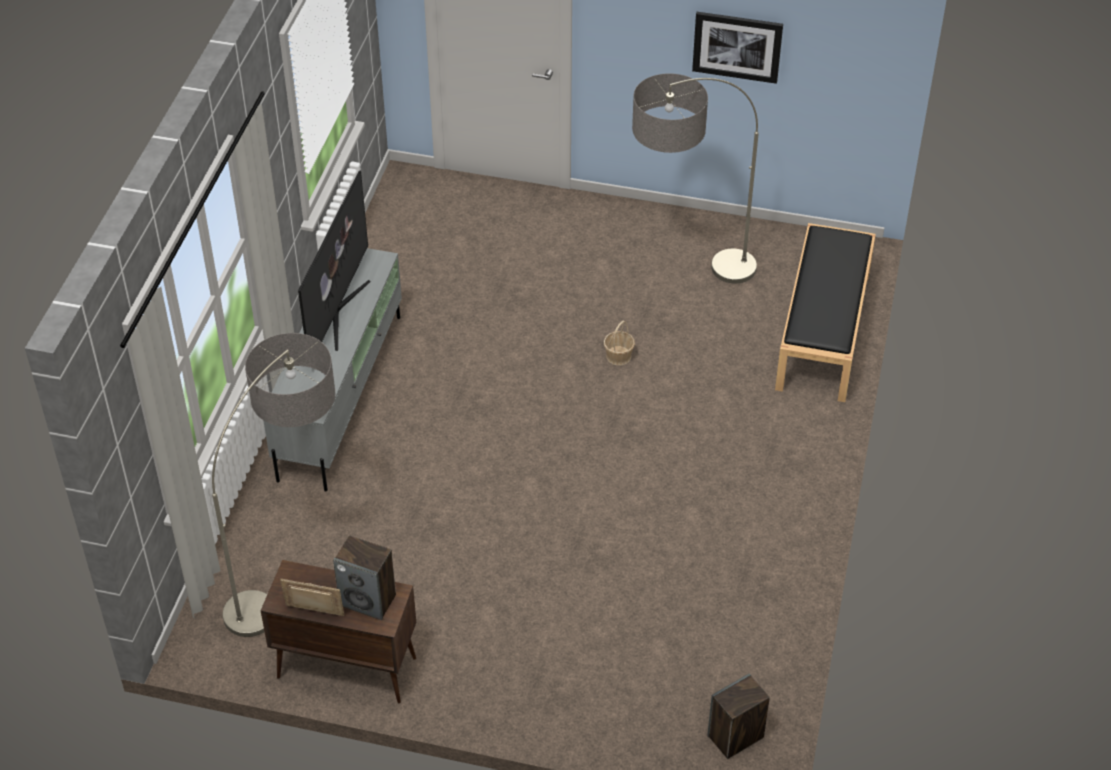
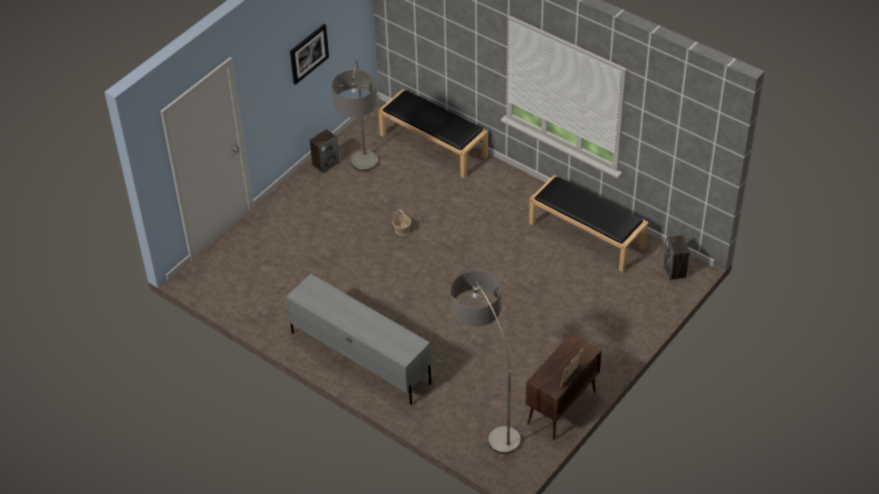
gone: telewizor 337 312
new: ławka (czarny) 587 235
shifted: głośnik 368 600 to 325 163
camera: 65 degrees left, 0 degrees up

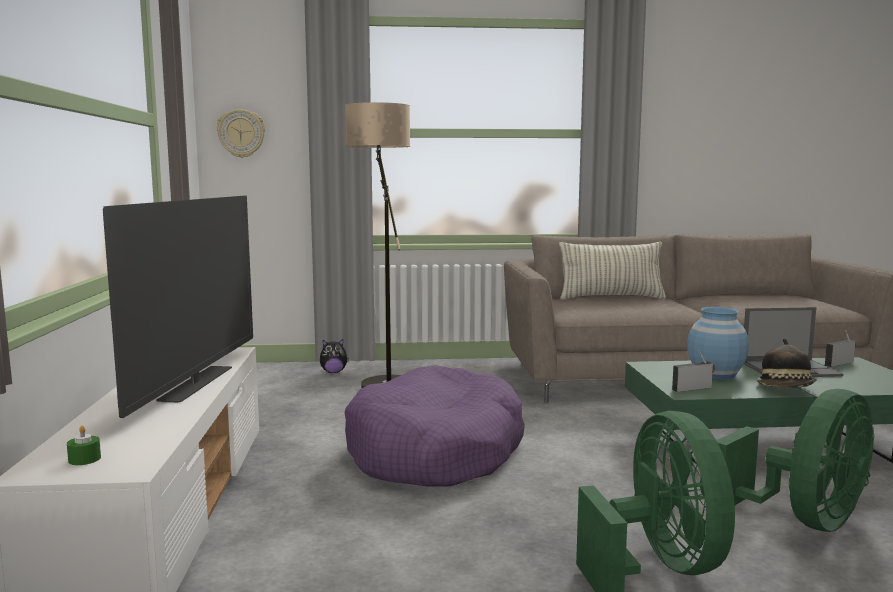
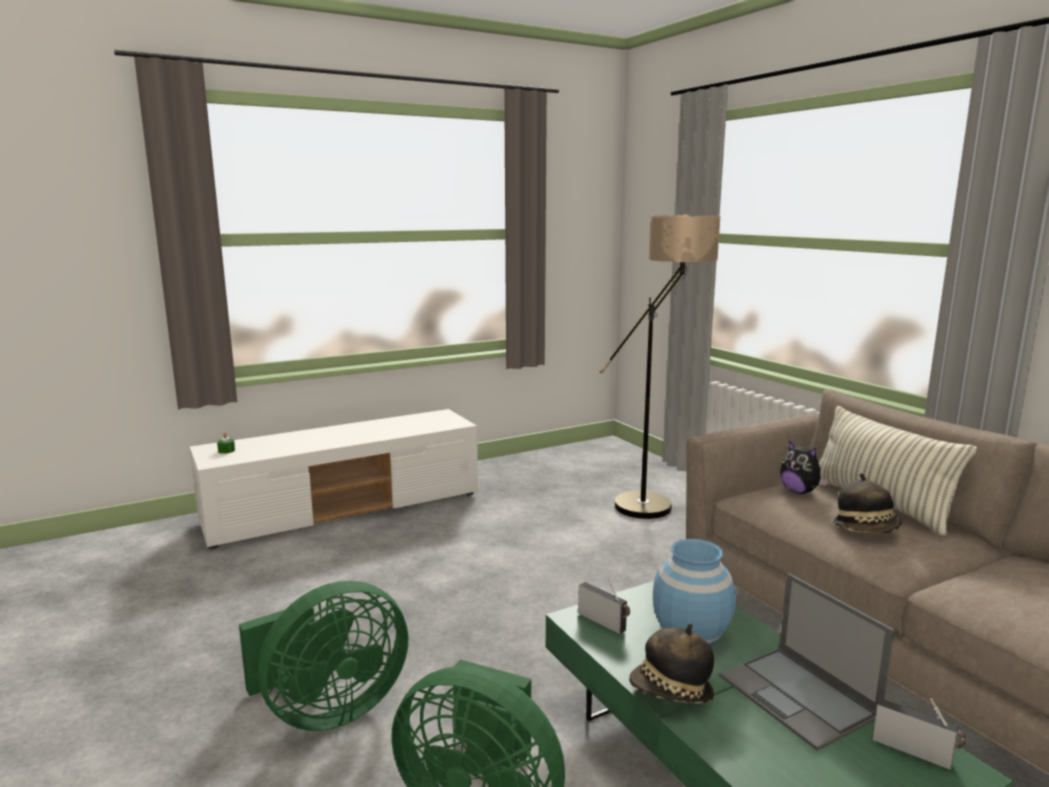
gone: telewizor 197 384; zegar ścienny 241 133; legowisko (fioletowy) 435 451
new: kapelusz 866 529
shifted: pluszak 333 372 to 799 491
camera: 65 degrees right, 5 degrees up

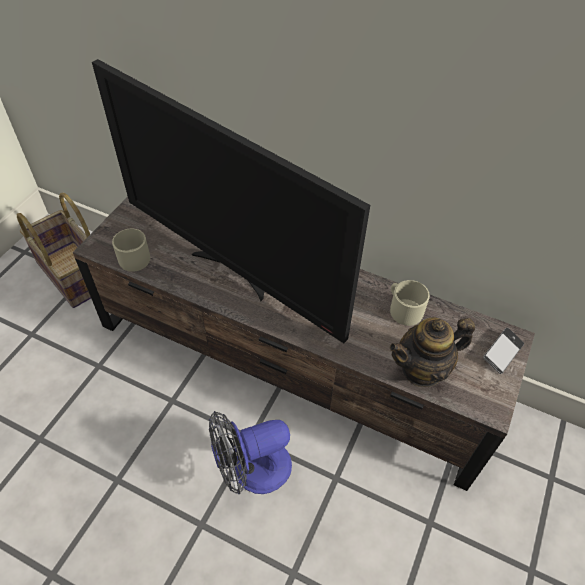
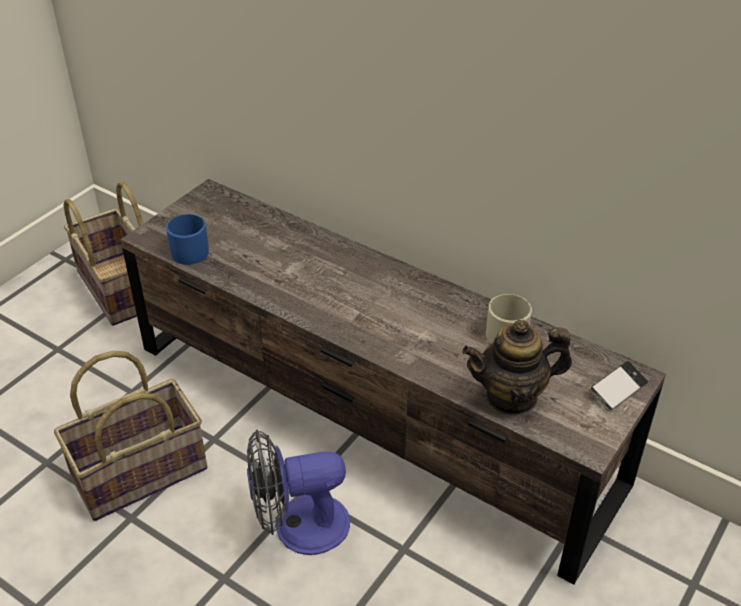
gone: telewizor 233 271
new: koszyk 139 471
repainted: kubek (beżowy) 131 257 to kubek (niebieski) 186 250
camera: 10 degrees right, 10 degrees down

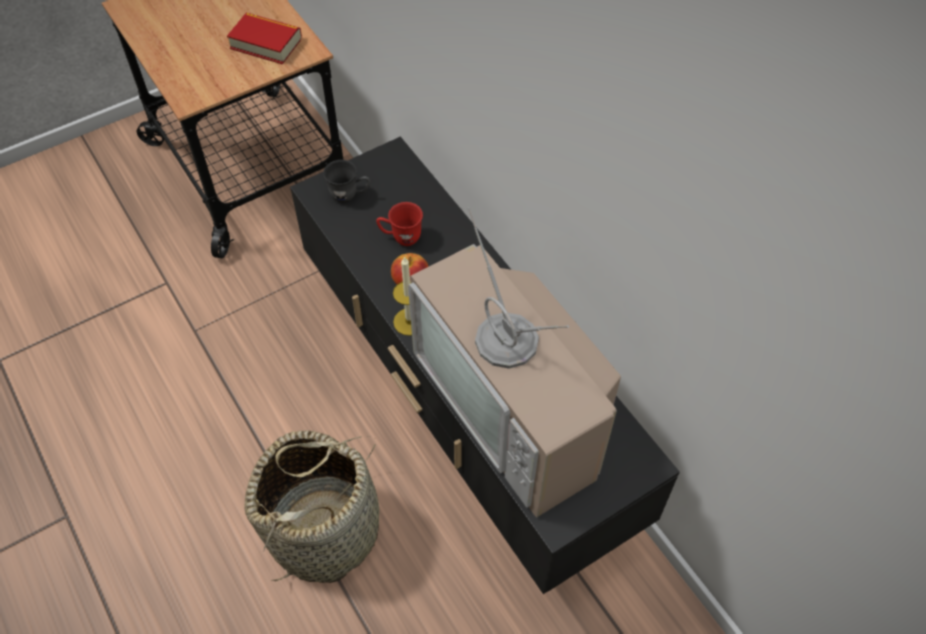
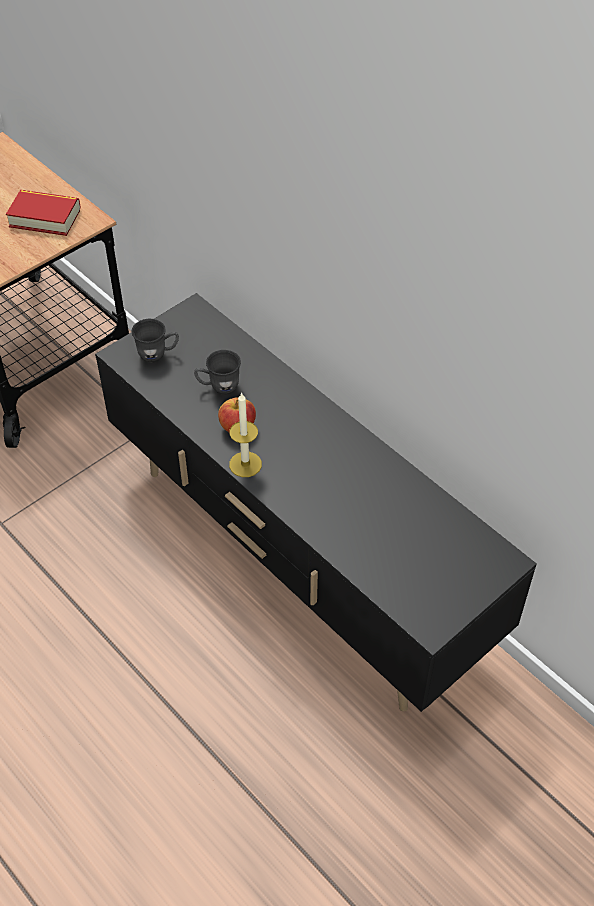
gone: koszyk 325 529; telewizor 516 407
repainted: kubek (czerwony) 401 237 to kubek (szary) 218 387
camera: 10 degrees left, 5 degrees down

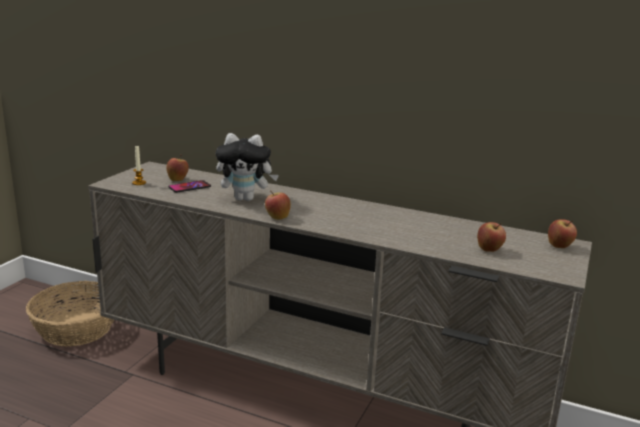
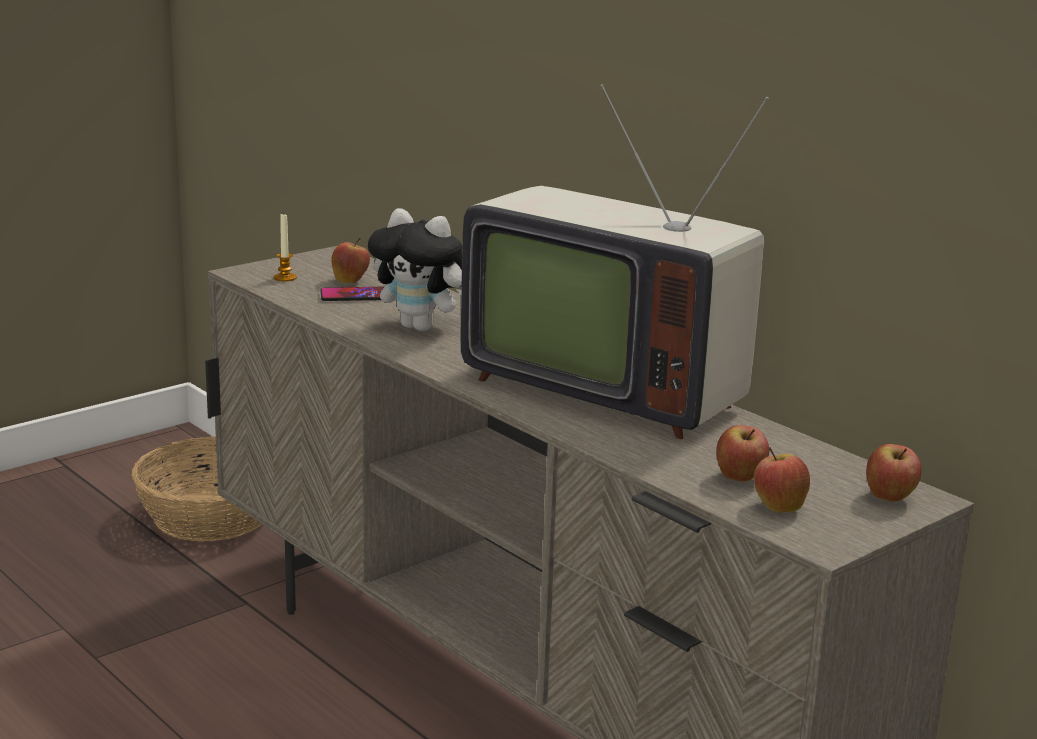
new: telewizor 605 388
shifted: jabłko 277 217 to 778 507
camera: 25 degrees right, 0 degrees up

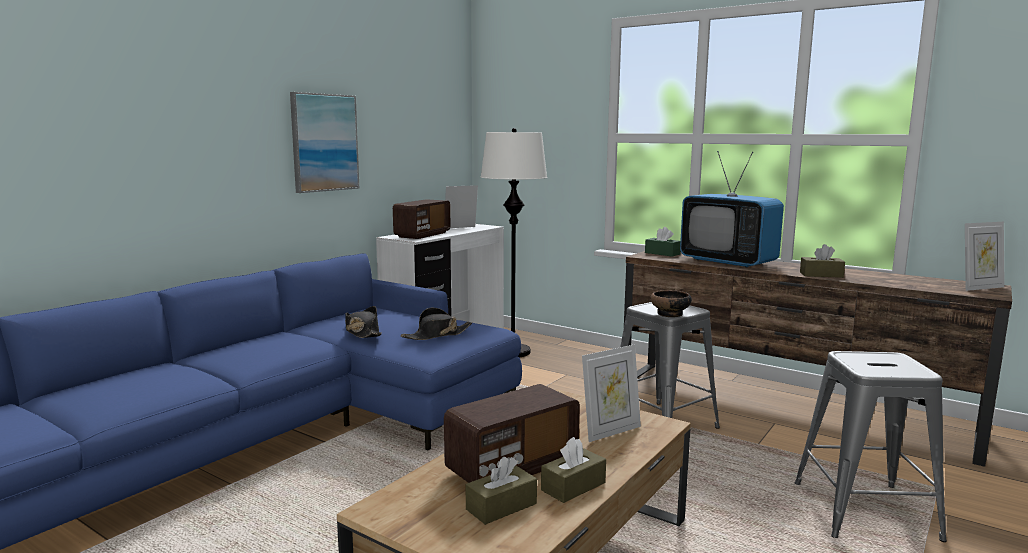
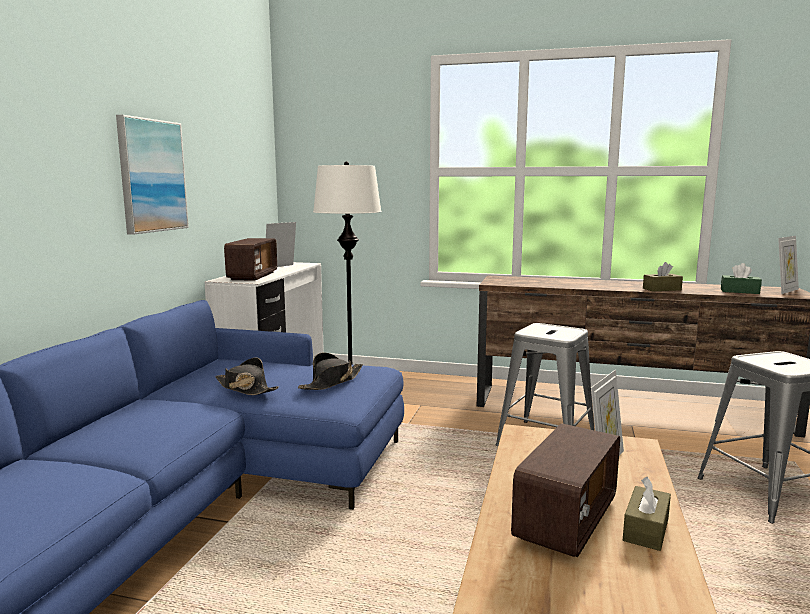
gone: pudełko chusteczek (brązowy) 501 506; miska 670 314; telewizor 728 262
shifted: pudełko chusteczek (zielony) 662 253 to 739 291
camera: 20 degrees left, 0 degrees up

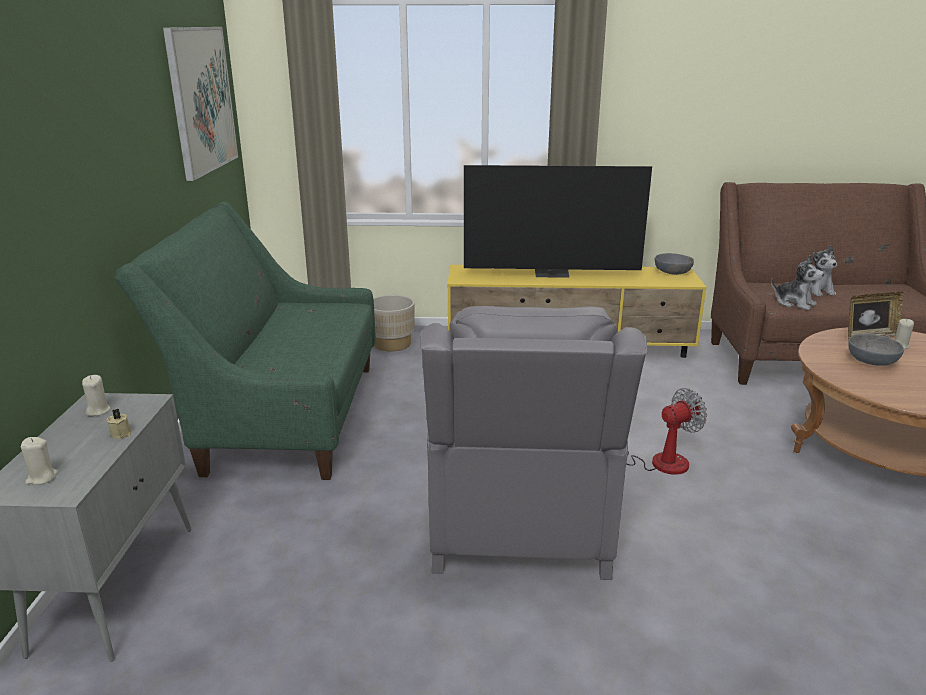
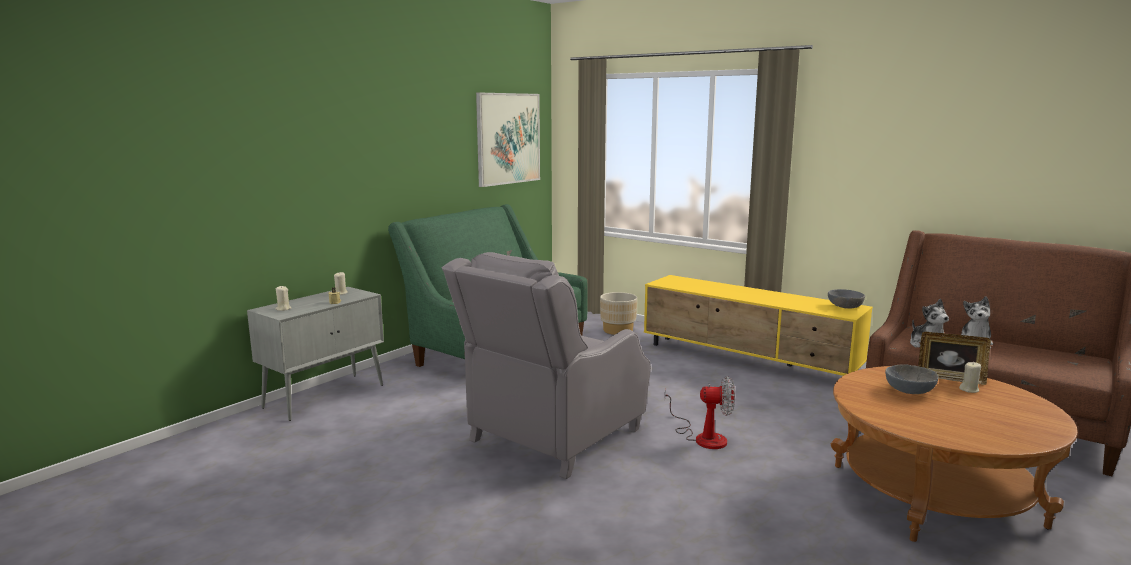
gone: telewizor 552 273
camera: 35 degrees right, 10 degrees down

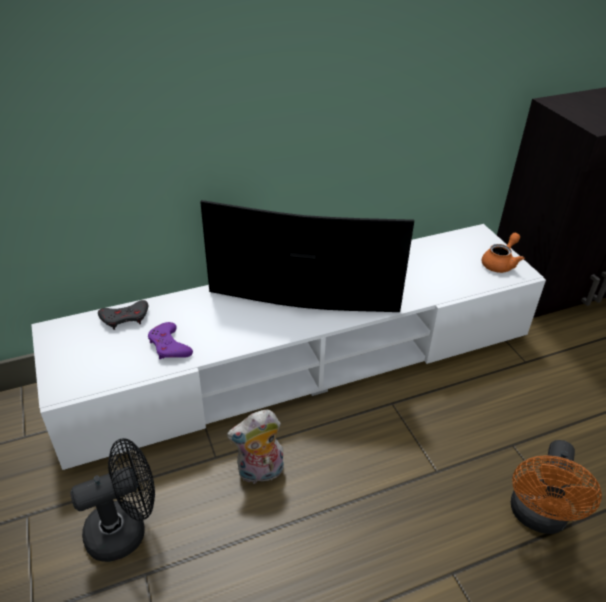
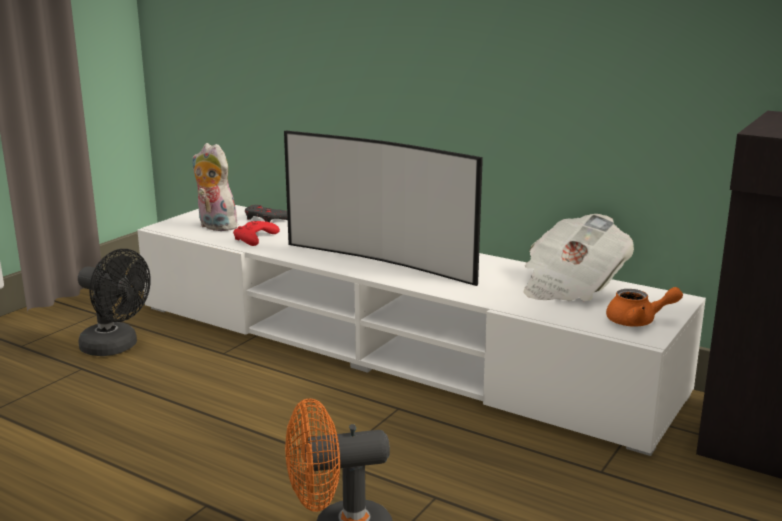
new: gazeta 571 286
shifted: pluszak 260 473 to 214 226
repainted: pad do gier (fioletowy) 169 346 to pad do gier (czerwony) 255 238
rotated: telewizor 302 305 = 382 261 150 degrees clockwise
camera: 55 degrees right, 20 degrees down

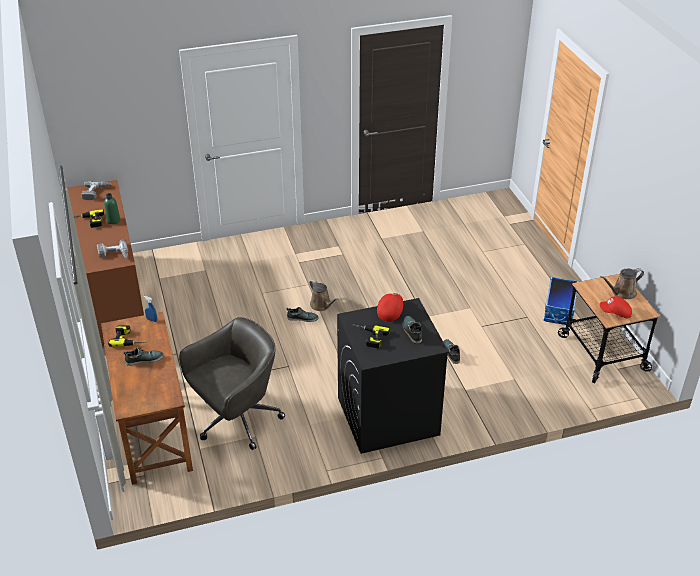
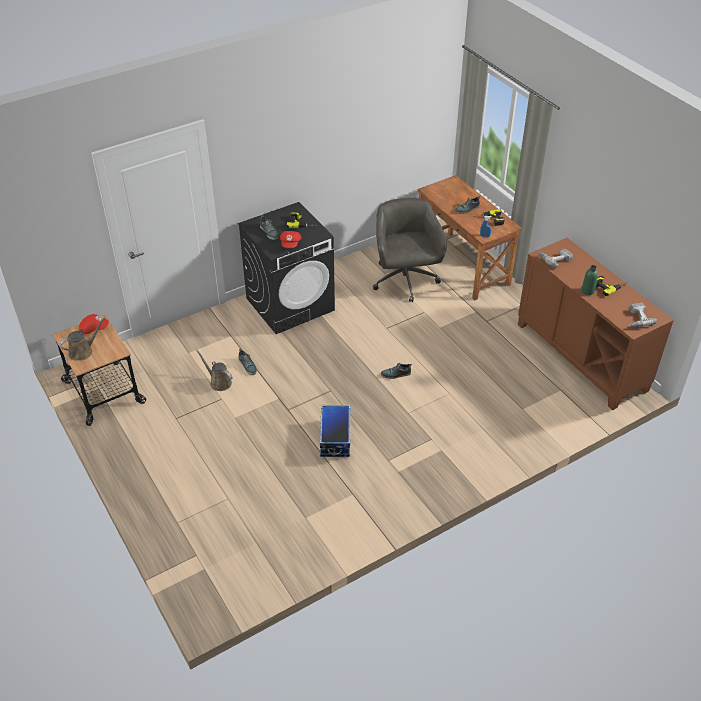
shifted: konewka (brązowy) 322 305 to 219 382; pojemnik do przechowywania 560 309 to 334 438
rotated: krzesło biurowe (szary) 236 420 = 405 281 135 degrees clockwise
camera: 165 degrees right, 5 degrees up

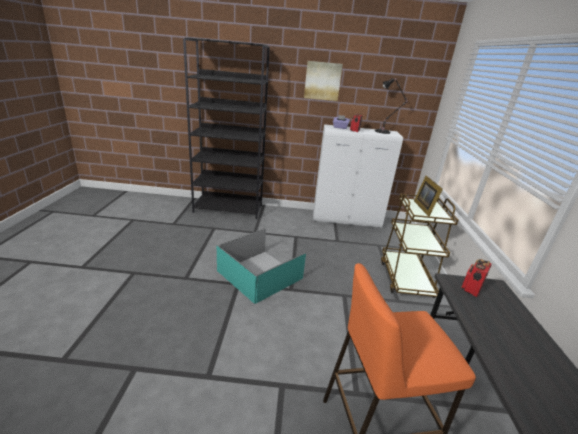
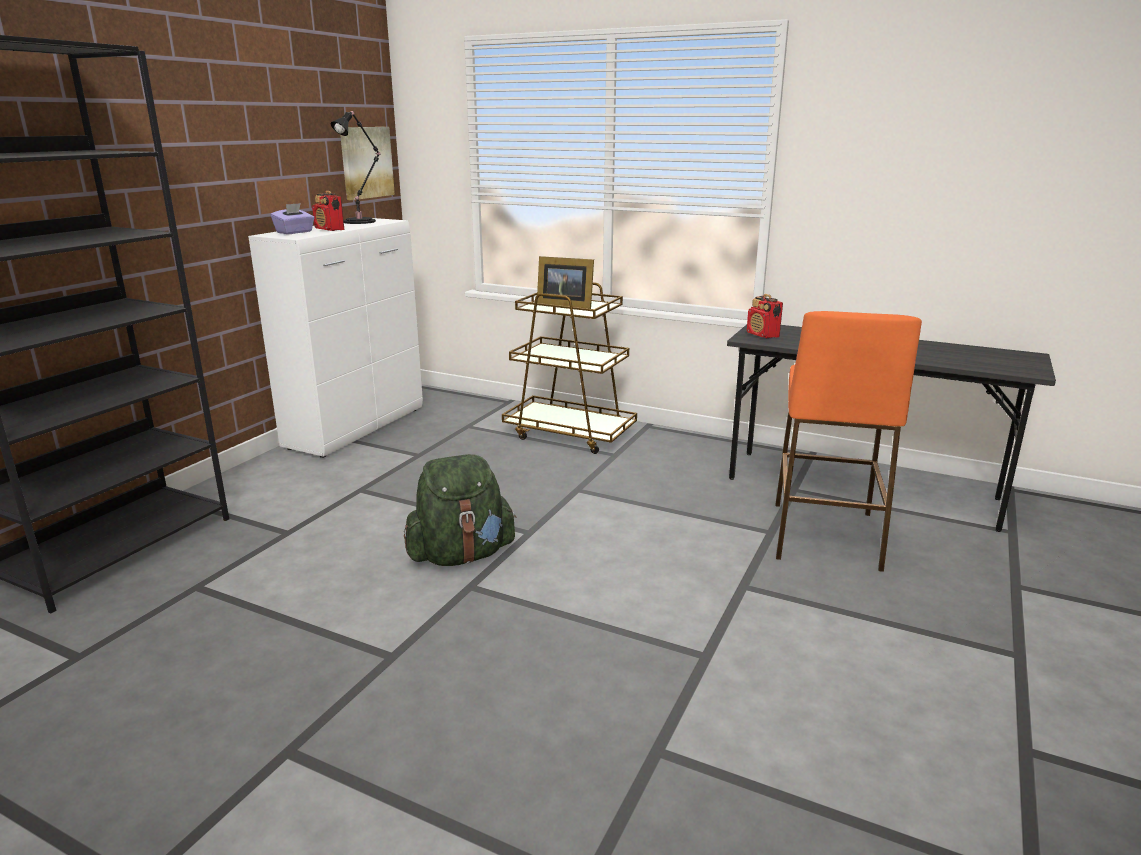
shifted: obraz 322 81 to 366 162
swapped: pojemnik do przechowywania (turkusowy) 260 275 to plecak (zielony) 461 555
camera: 65 degrees left, 5 degrees down

